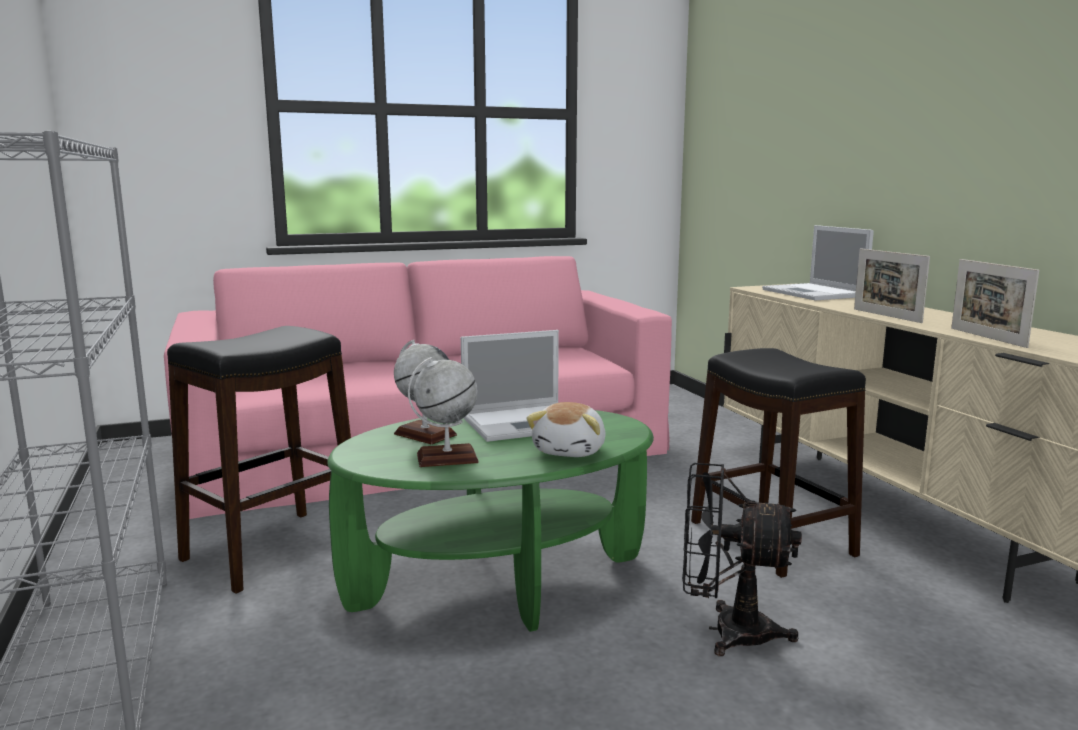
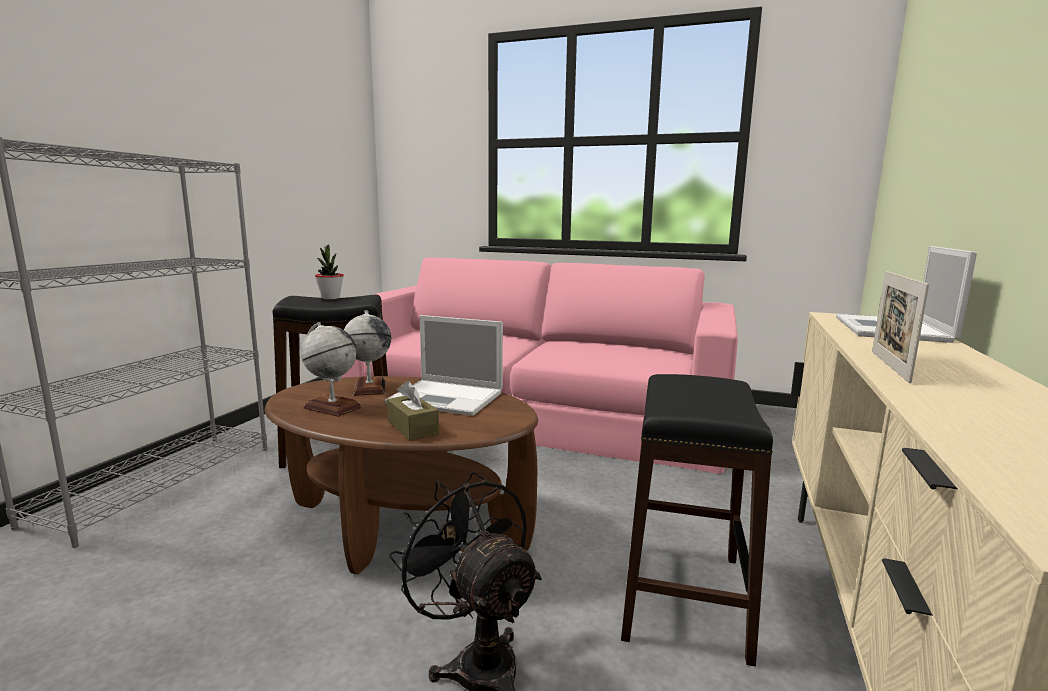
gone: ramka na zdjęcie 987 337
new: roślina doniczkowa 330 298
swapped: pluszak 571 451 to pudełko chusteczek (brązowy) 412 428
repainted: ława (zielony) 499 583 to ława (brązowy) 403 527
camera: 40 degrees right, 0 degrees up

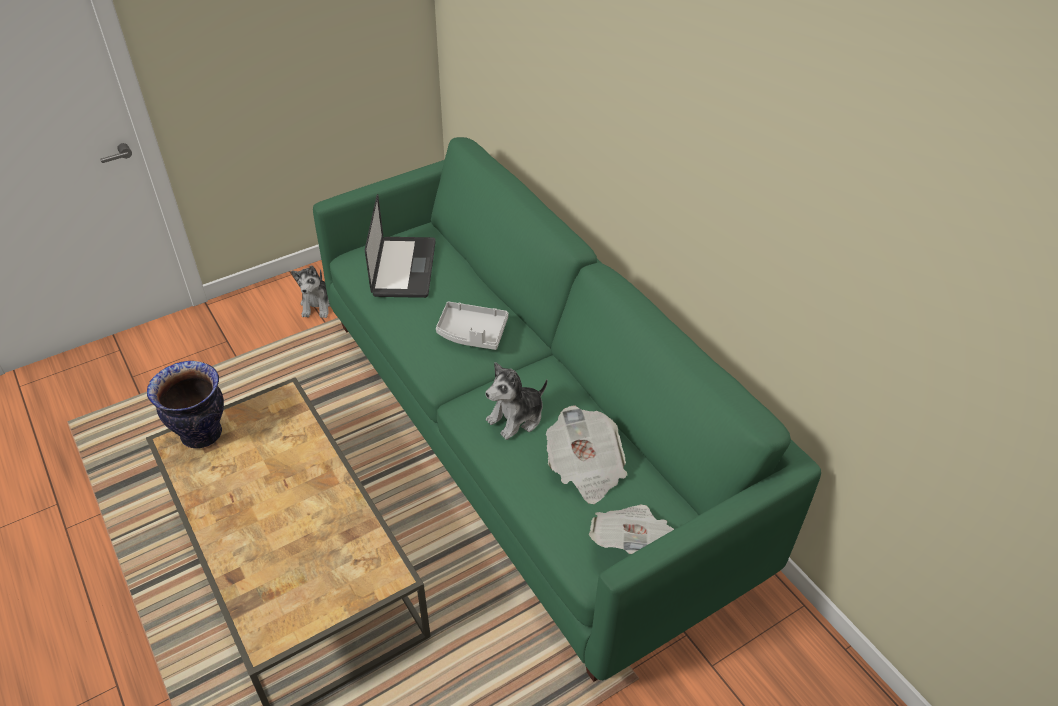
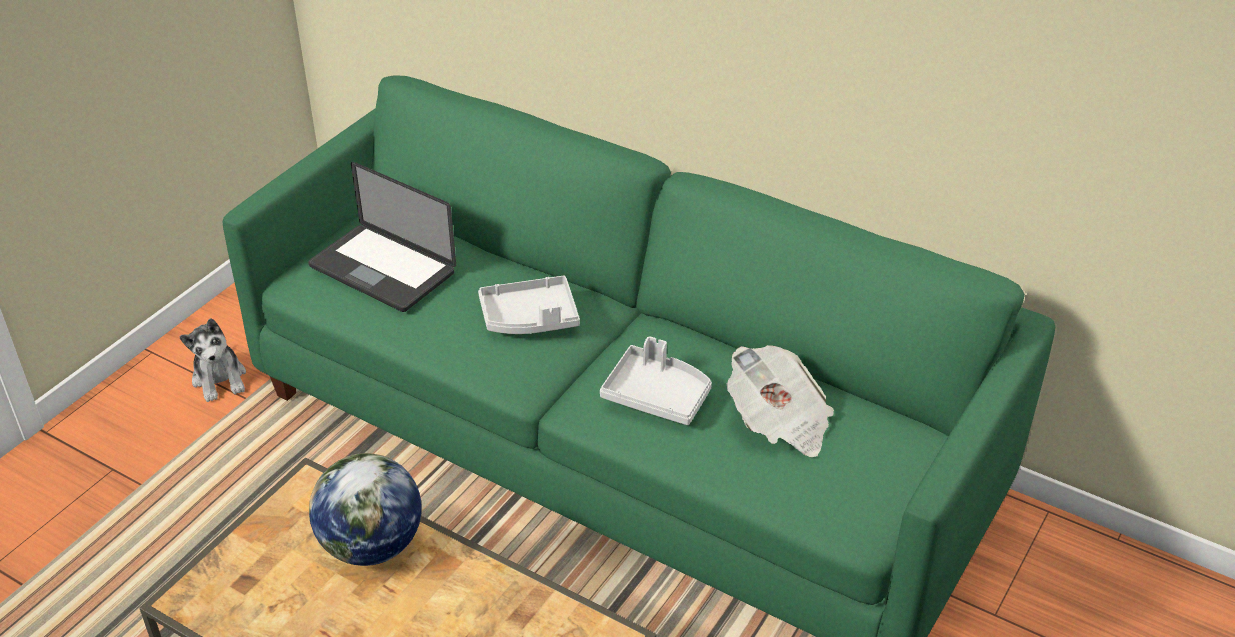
gone: wazon 202 434; gazeta 630 541
new: globus 371 546
swapped: pluszak 516 418 to taca (szary) 657 395
rotated: laptop 404 268 = 382 270 150 degrees clockwise
camera: 25 degrees left, 5 degrees down

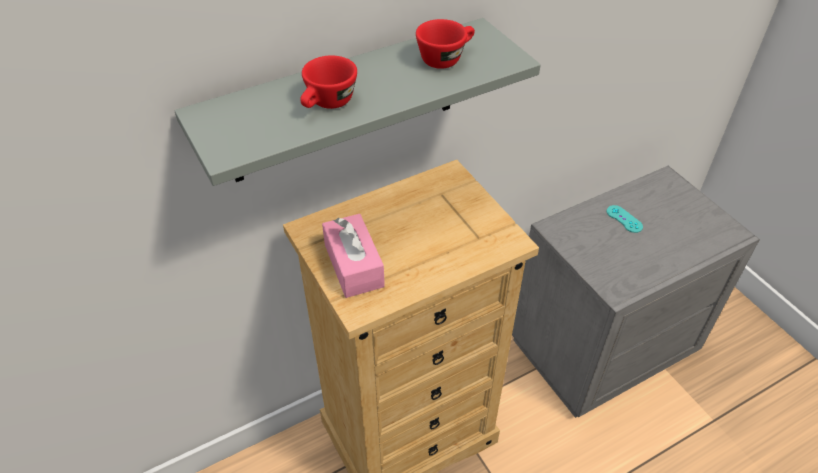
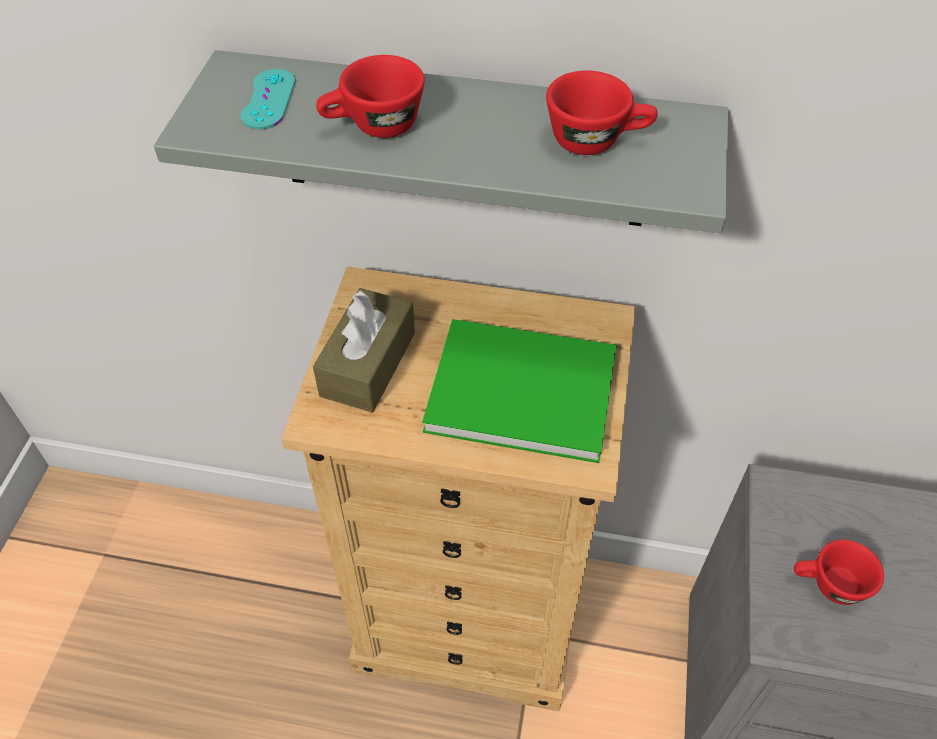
new: książka (zielony) 517 387; filiżanka (czerwony) 828 585
shifted: pad do gier (turkusowy) 624 219 to 268 99
repainted: pudełko chusteczek (różowy) 353 265 to pudełko chusteczek (brązowy) 368 364
camera: 40 degrees right, 5 degrees up

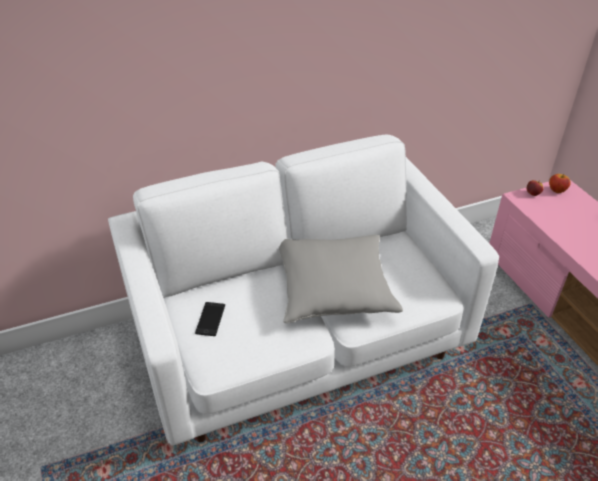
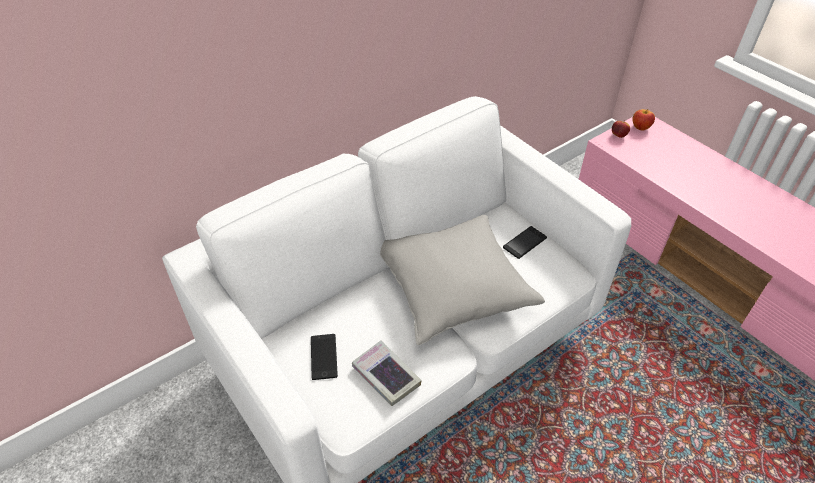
new: książka 386 376; telefon 524 242
camera: 15 degrees left, 5 degrees up

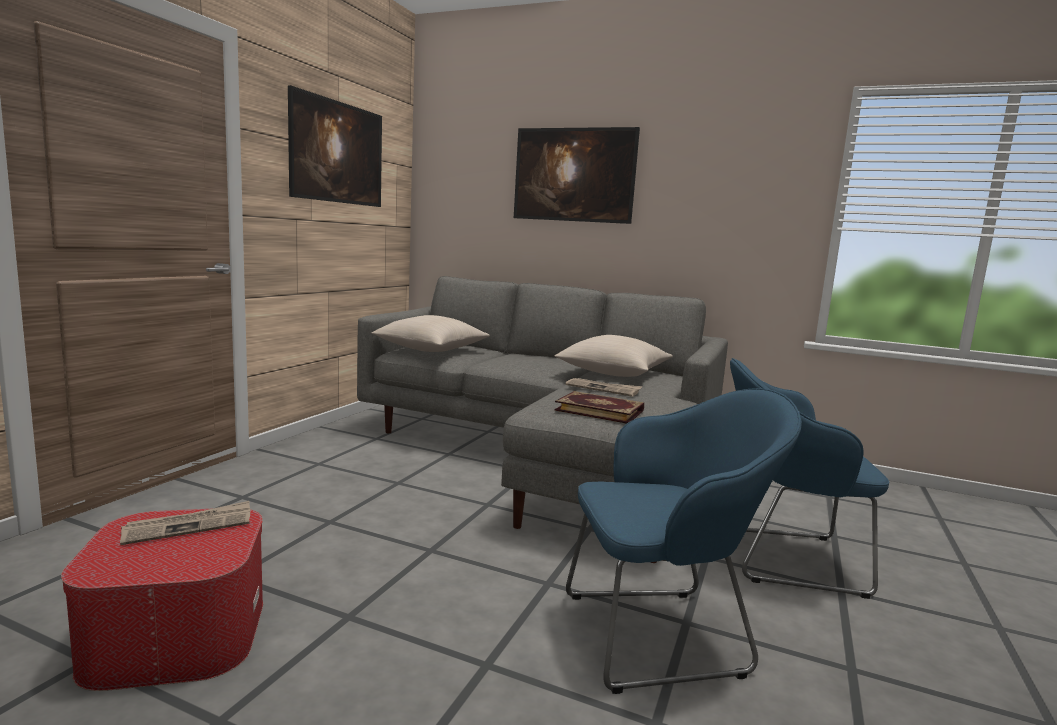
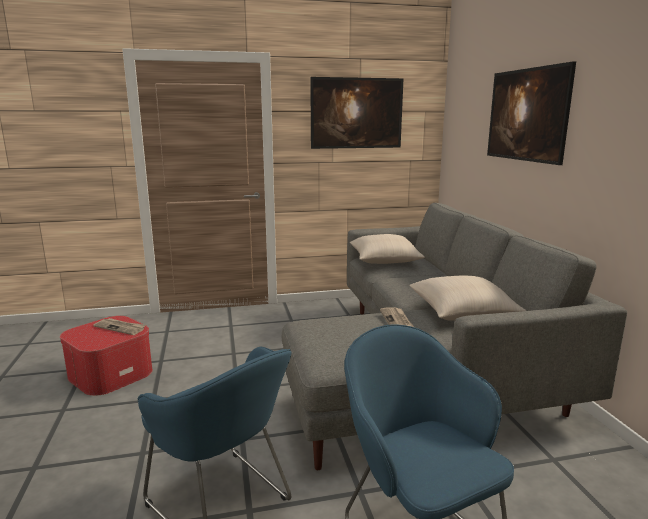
gone: książka 600 410
camera: 55 degrees right, 5 degrees up

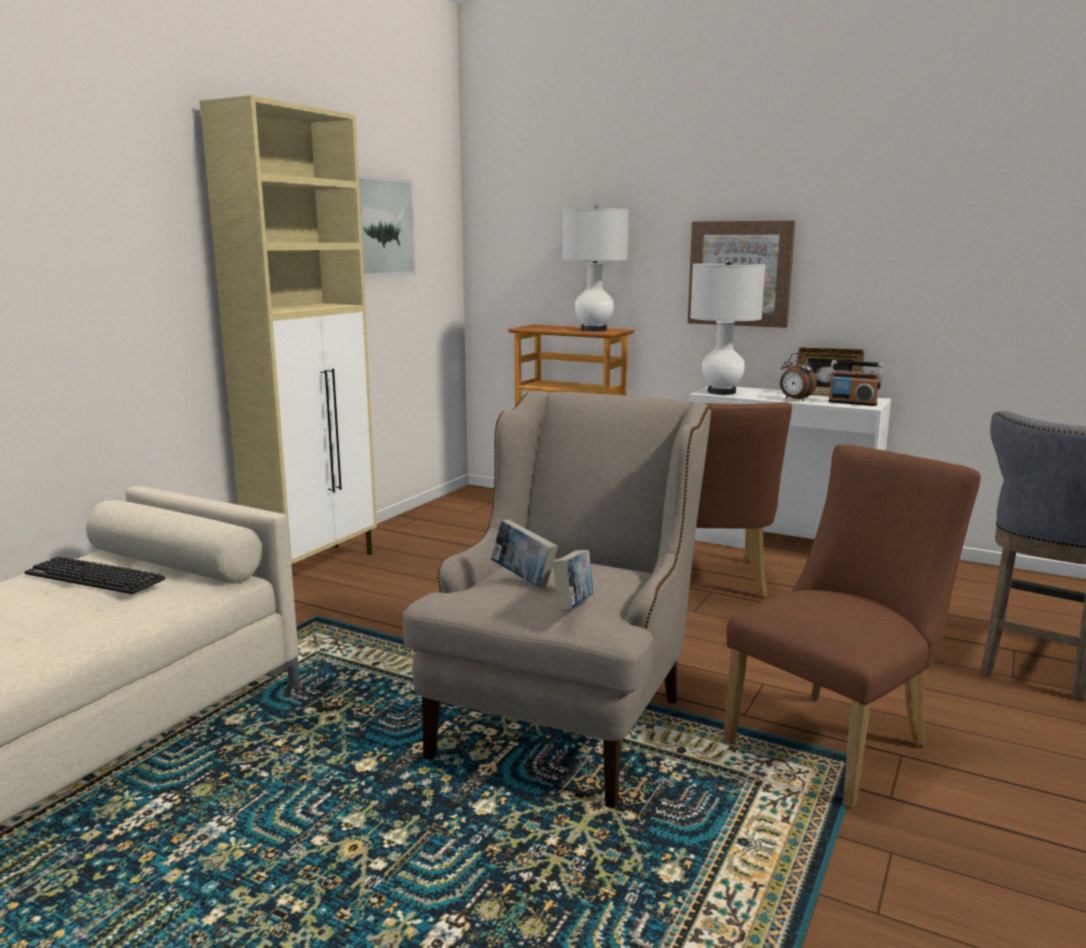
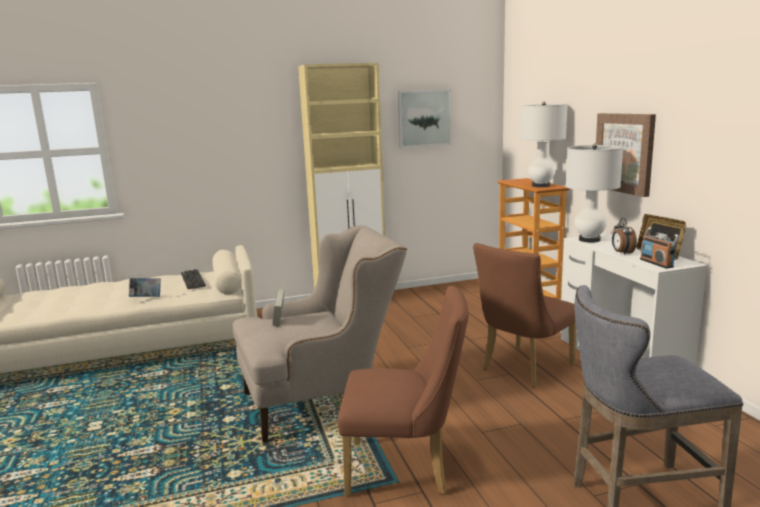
shifted: książka 573 606 to 146 298
camera: 45 degrees right, 0 degrees up

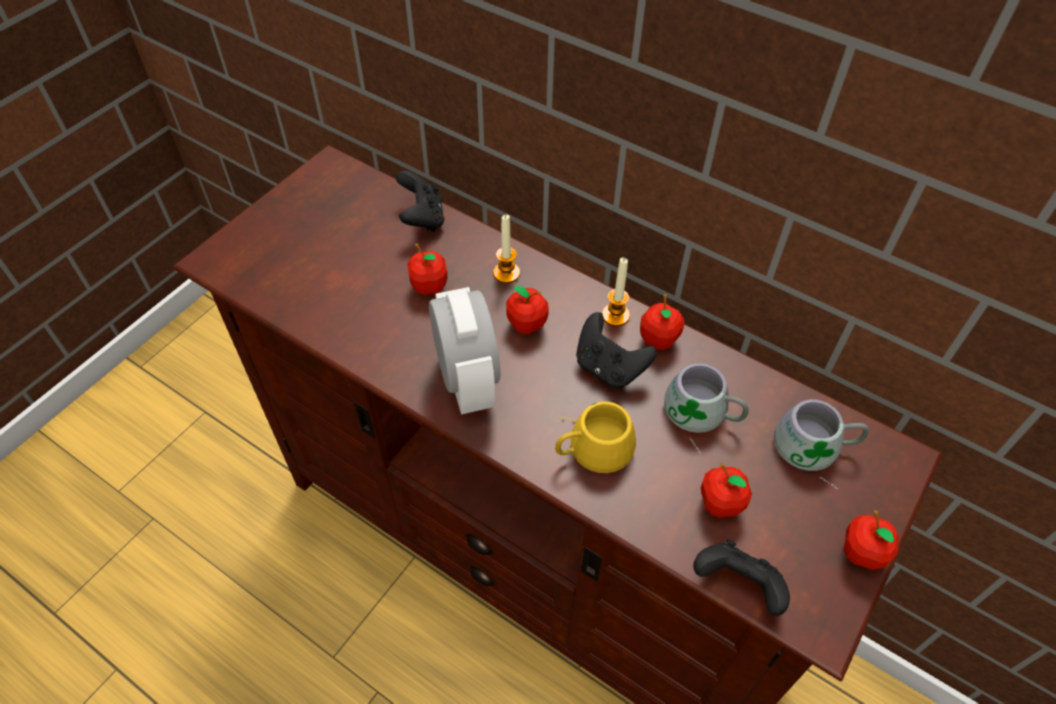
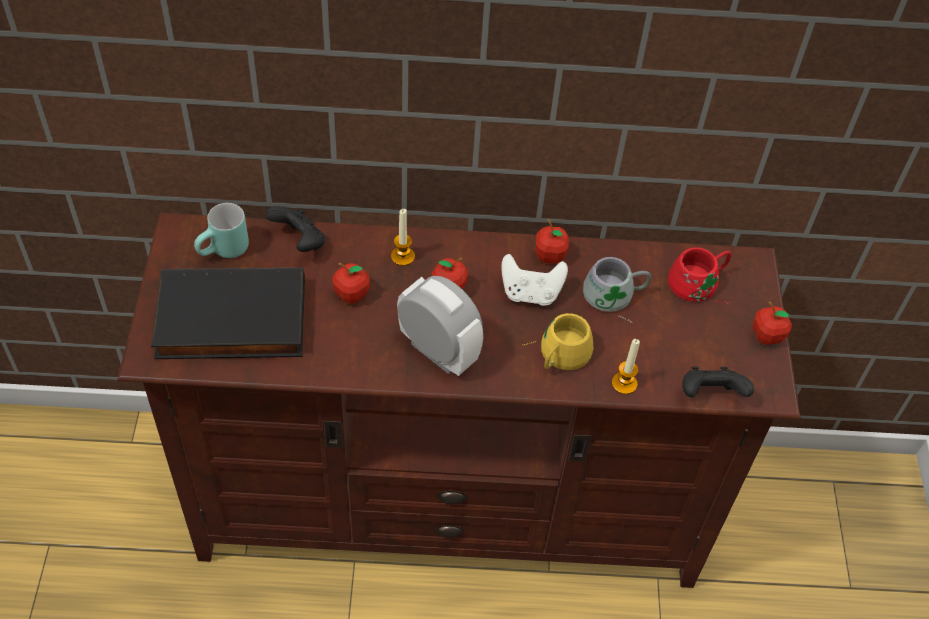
gone: jabłko 720 504
new: książka (czarny) 230 322; kubek (turkusowy) 225 252
shifted: świeca 615 315 to 624 383
repainted: pad do gier (czarny) 609 368 to pad do gier (biały) 530 293; kubek (szary) 815 452 to kubek (czerwony) 700 285
camera: 35 degrees left, 0 degrees up

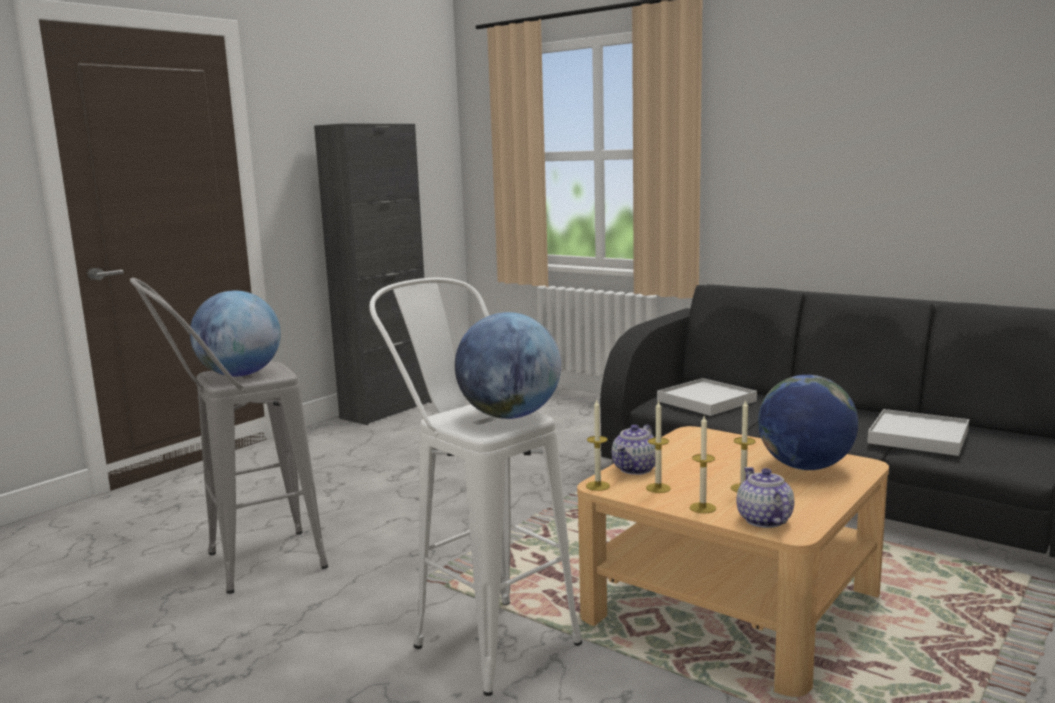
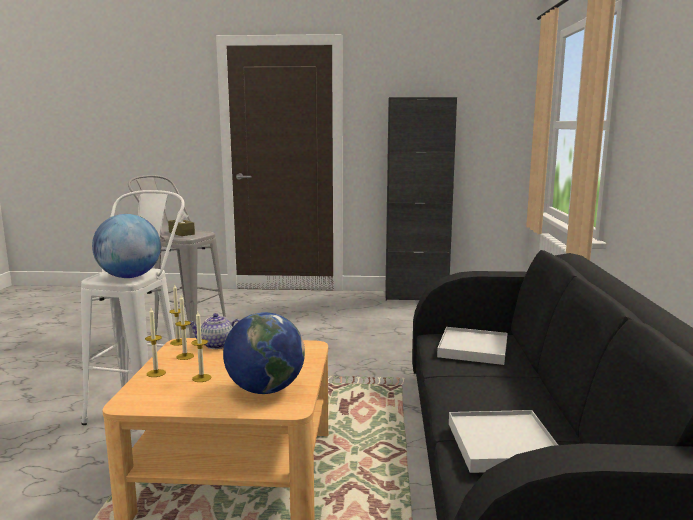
gone: imbryk 763 520
swapped: globus 240 375 to pudełko chusteczek (brązowy) 181 233
camera: 55 degrees right, 0 degrees up

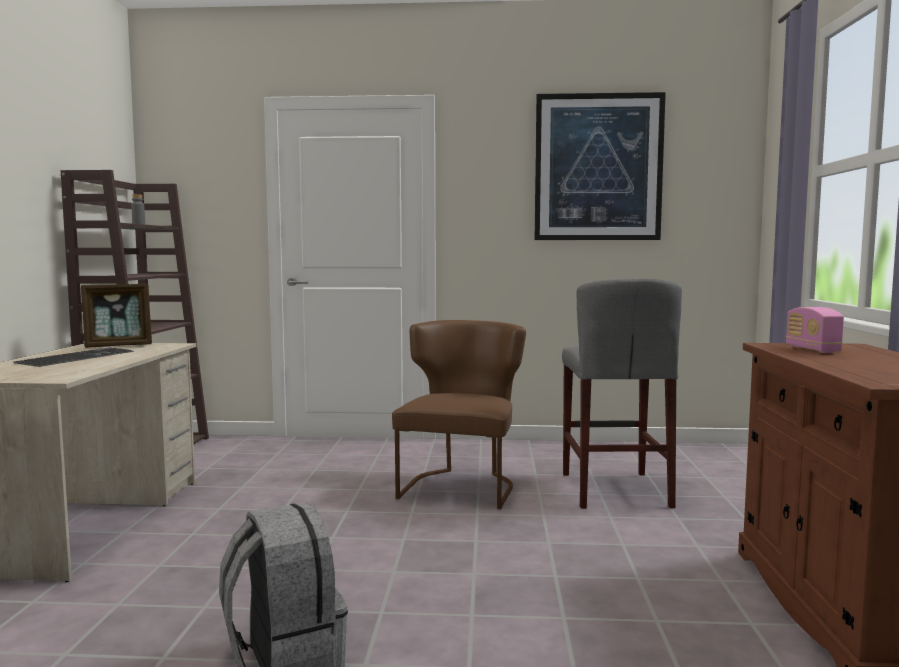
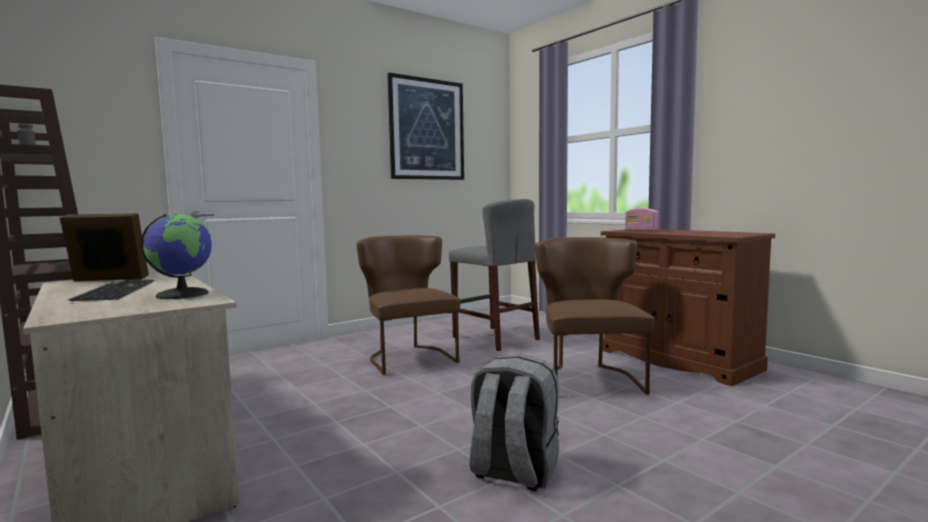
new: globus 182 294; krzesło (brązowy) 588 378
rotated: ramka na zdjęcie 119 346 = 108 280 120 degrees counterclockwise
camera: 40 degrees left, 0 degrees up

